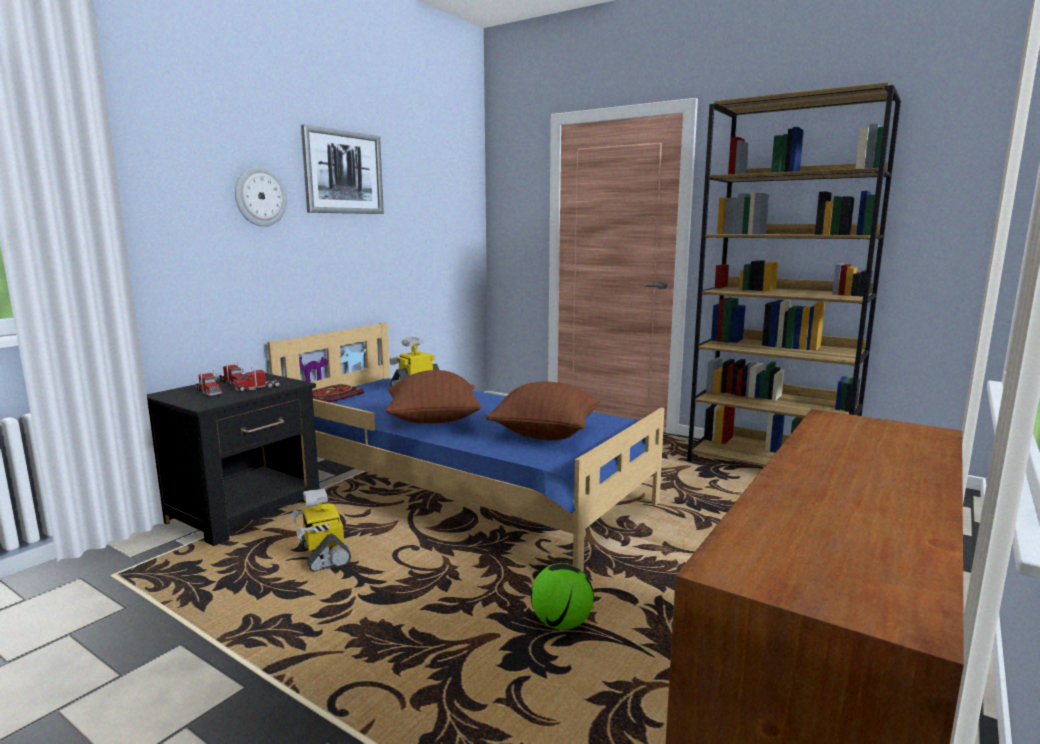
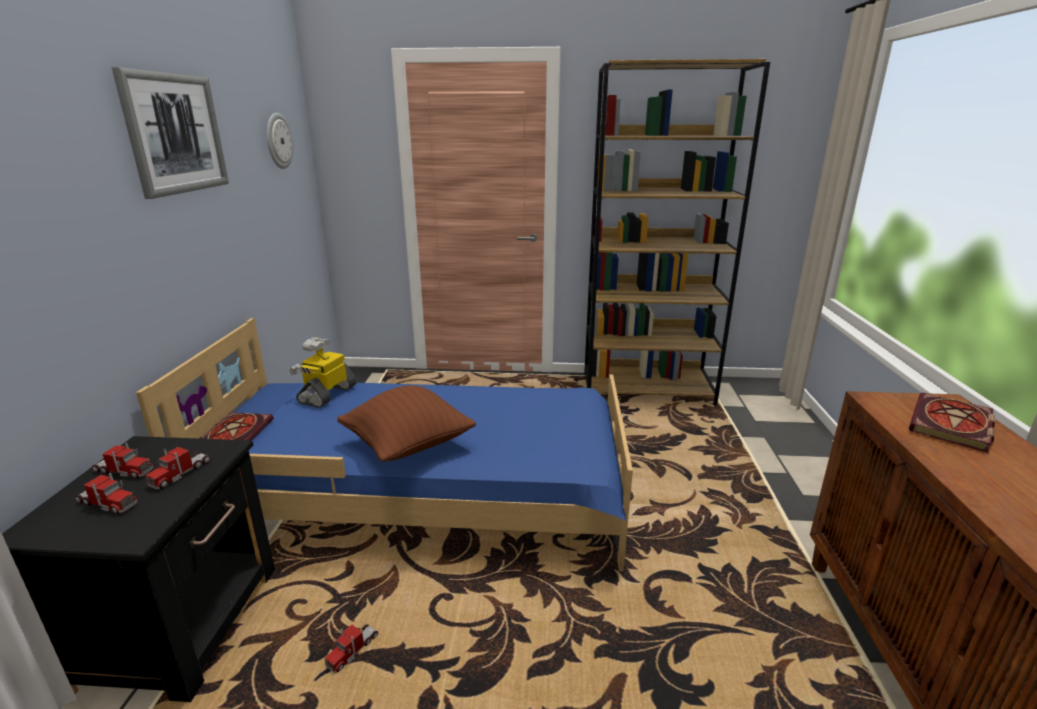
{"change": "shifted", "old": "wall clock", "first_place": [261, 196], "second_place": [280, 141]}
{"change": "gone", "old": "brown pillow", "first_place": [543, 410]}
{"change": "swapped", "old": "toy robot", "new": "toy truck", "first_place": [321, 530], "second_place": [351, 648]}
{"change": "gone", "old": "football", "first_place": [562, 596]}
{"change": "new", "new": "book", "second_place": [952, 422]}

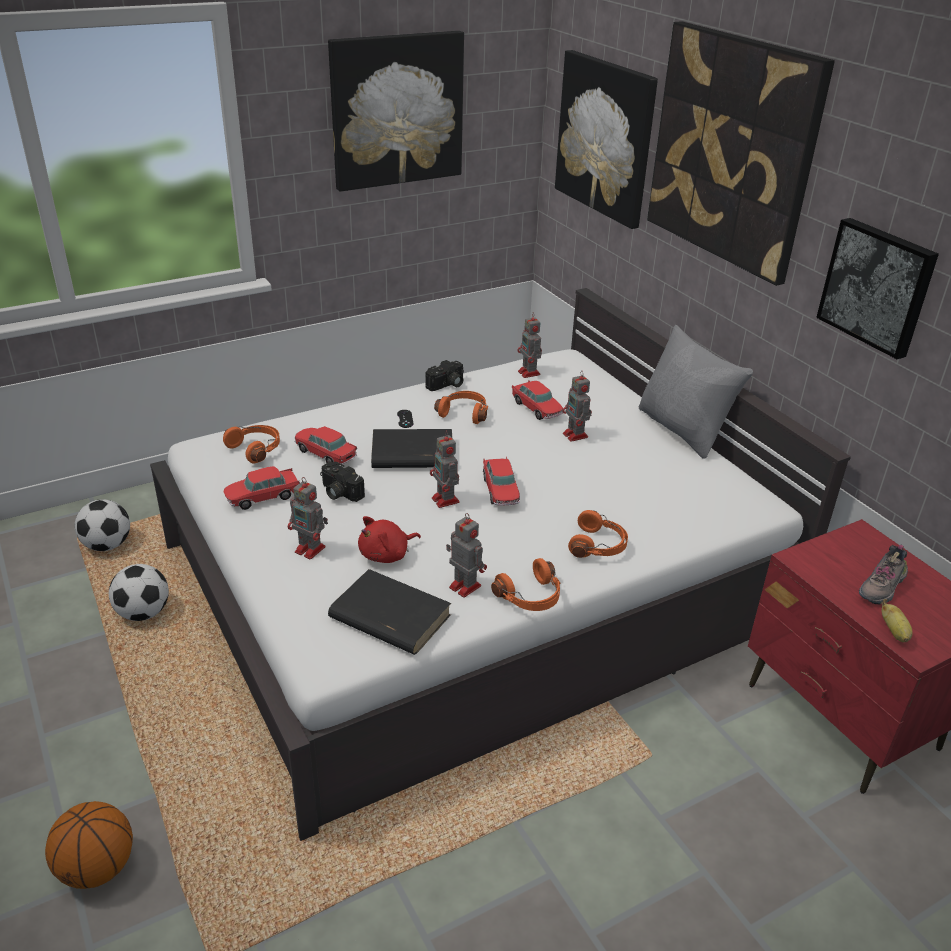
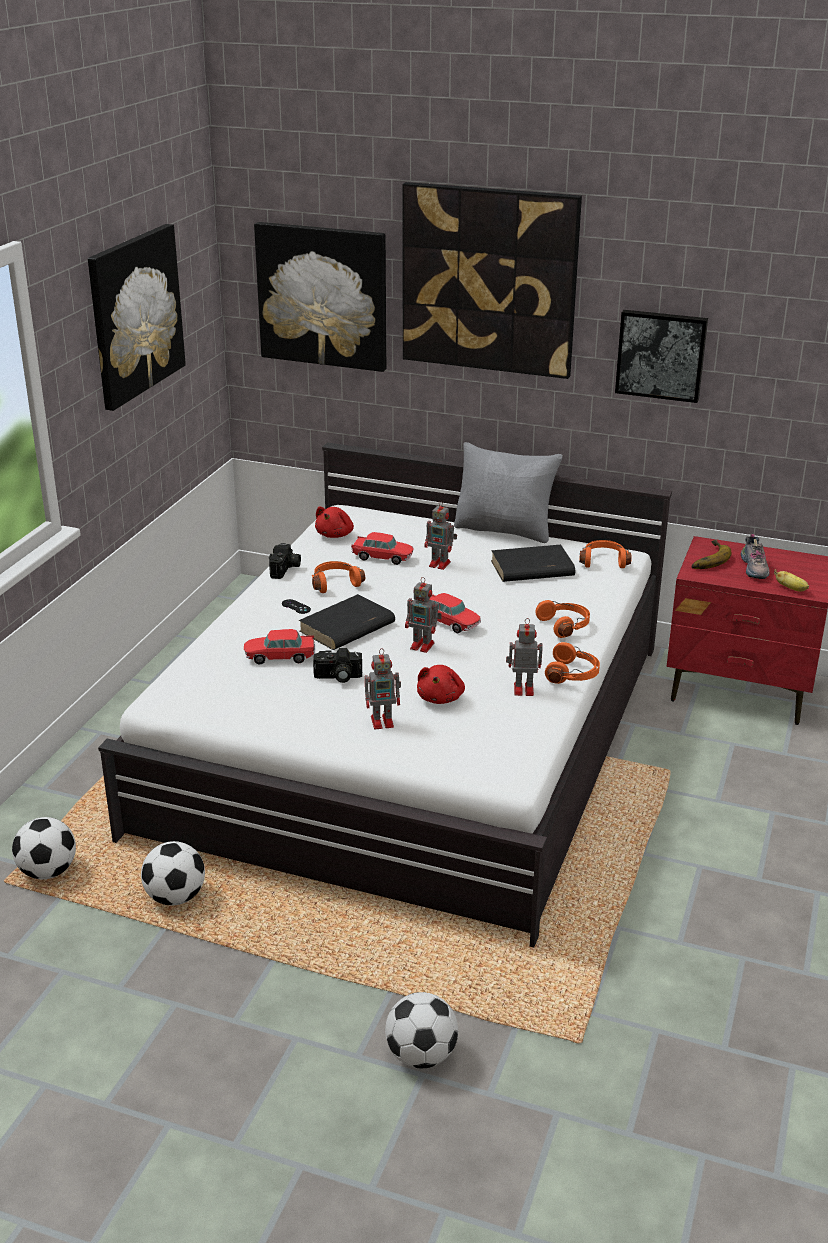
{"change": "swapped", "old": "toy robot", "new": "red plush toy", "first_place": [529, 345], "second_place": [334, 522]}
{"change": "shifted", "old": "orange headphones", "first_place": [251, 444], "second_place": [605, 554]}
{"change": "gone", "old": "toy car", "first_place": [262, 488]}
{"change": "shifted", "old": "black book", "first_place": [389, 612], "second_place": [533, 563]}
{"change": "swapped", "old": "basketball", "new": "football", "first_place": [89, 845], "second_place": [421, 1030]}
{"change": "new", "new": "banana", "second_place": [712, 554]}

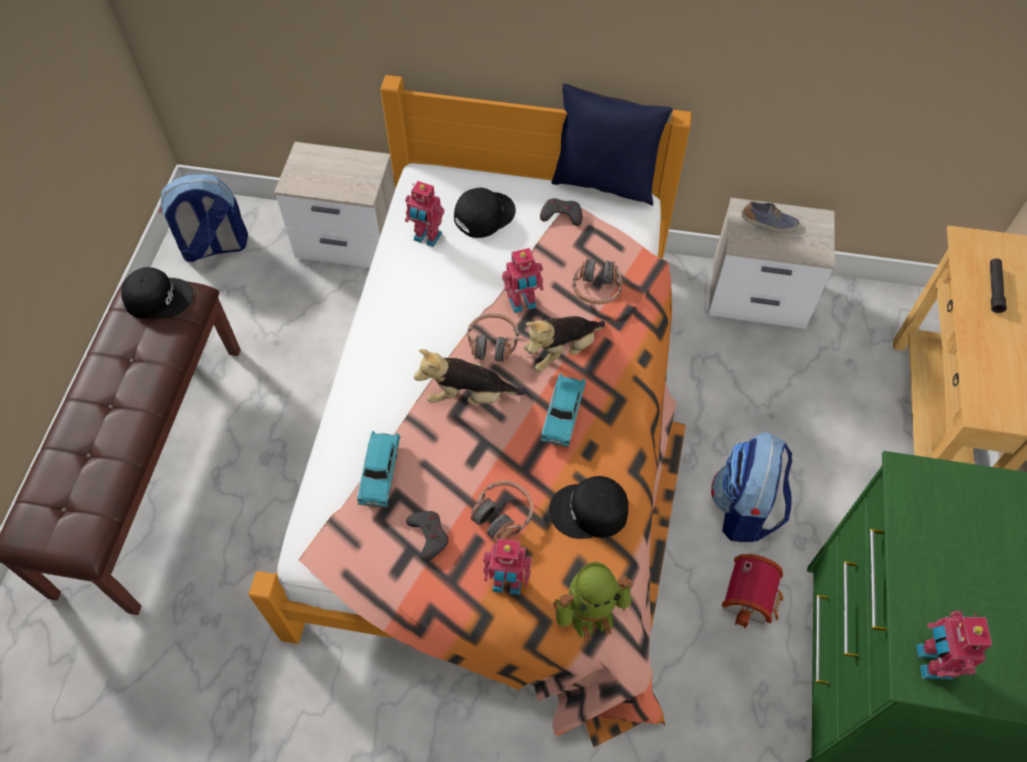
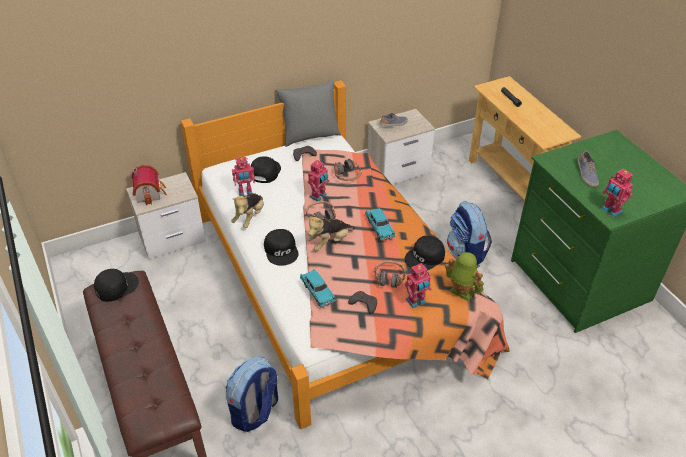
{"change": "repainted", "old": "blue pillow", "new": "grey pillow", "first_place": [612, 144], "second_place": [308, 113]}
{"change": "shifted", "old": "backpack", "first_place": [203, 218], "second_place": [251, 394]}
{"change": "shifted", "old": "plush toy", "first_place": [564, 344], "second_place": [247, 210]}
{"change": "shifted", "old": "toy house", "first_place": [752, 591], "second_place": [149, 185]}
{"change": "rotated", "old": "toy robot", "first_place": [593, 602], "second_place": [464, 276], "degrees": -90}
{"change": "new", "new": "shoe", "second_place": [588, 169]}
{"change": "new", "new": "black cap", "second_place": [281, 247]}

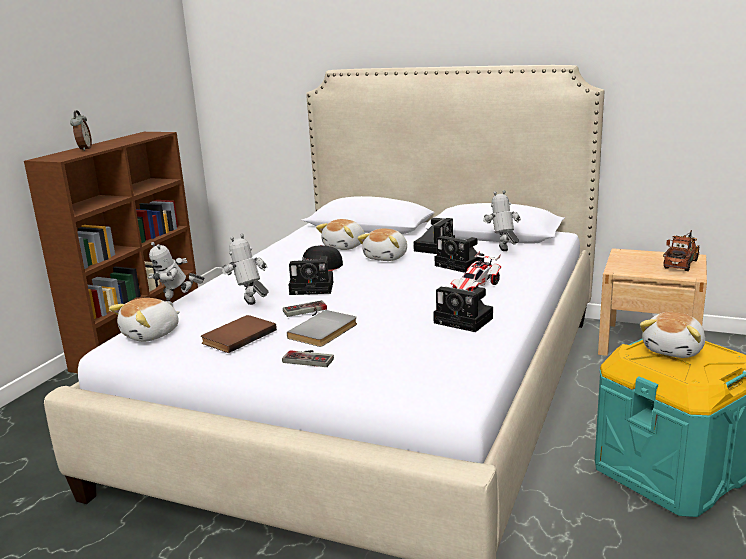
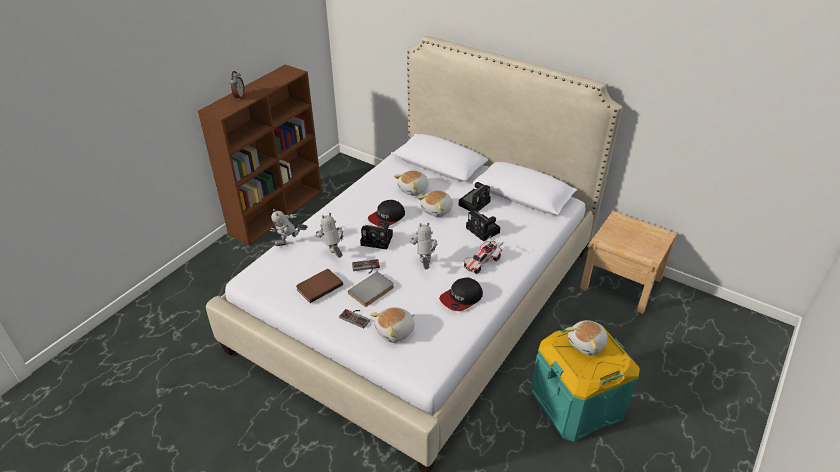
{"change": "shifted", "old": "toy robot", "first_place": [502, 220], "second_place": [424, 246]}
{"change": "gone", "old": "toy truck", "first_place": [681, 250]}
{"change": "swapped", "old": "photo camera", "new": "cap", "first_place": [463, 309], "second_place": [461, 294]}
{"change": "shifted", "old": "plush toy", "first_place": [144, 320], "second_place": [392, 325]}

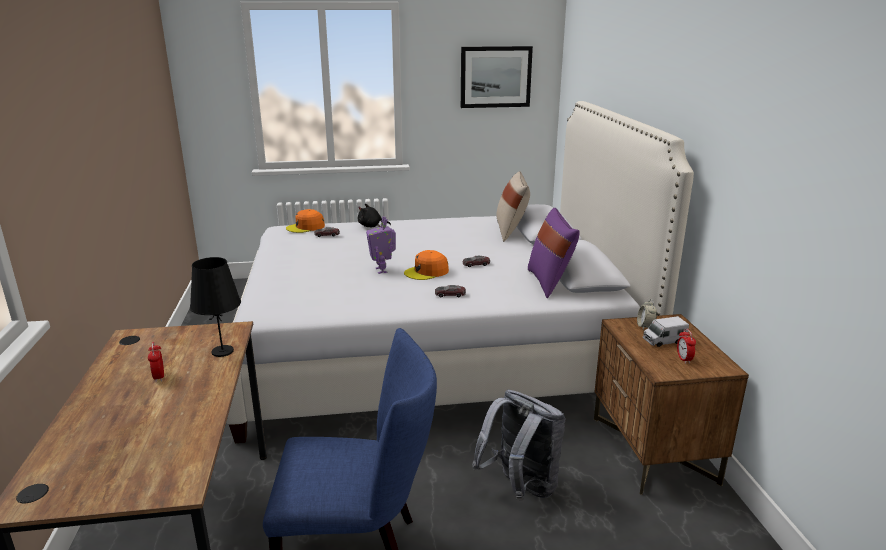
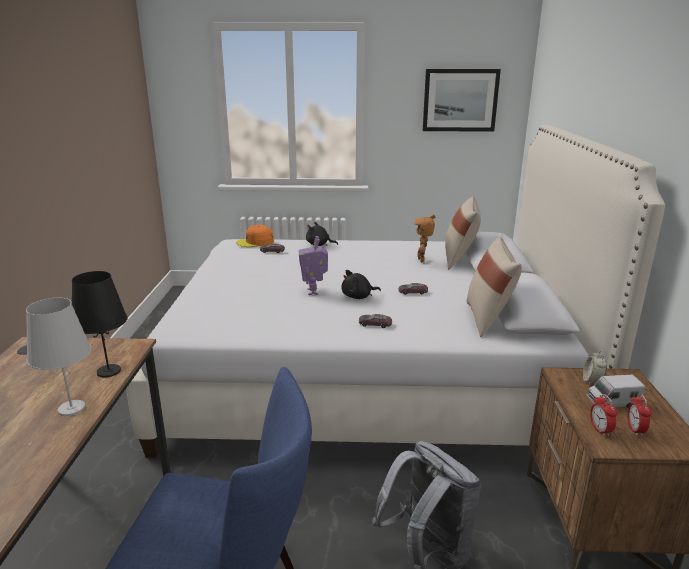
{"change": "repainted", "old": "purple pillow", "new": "beige pillow", "first_place": [554, 252], "second_place": [494, 287]}
{"change": "swapped", "old": "orange cap", "new": "black plush toy", "first_place": [426, 265], "second_place": [361, 284]}
{"change": "shifted", "old": "alarm clock", "first_place": [156, 362], "second_place": [604, 415]}
{"change": "new", "new": "toy robot", "second_place": [425, 238]}
{"change": "new", "new": "white table lamp", "second_place": [59, 357]}

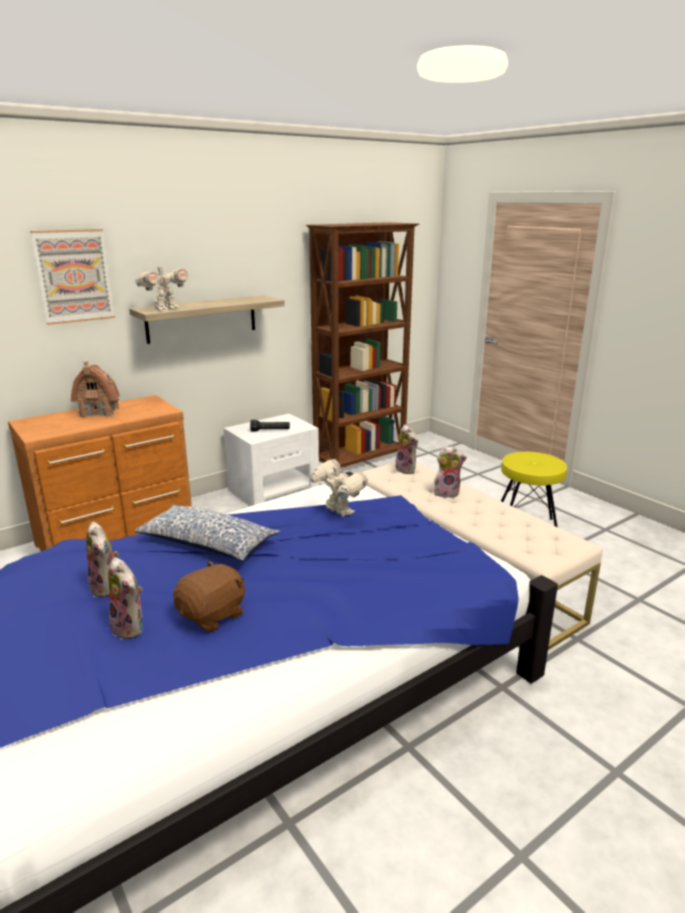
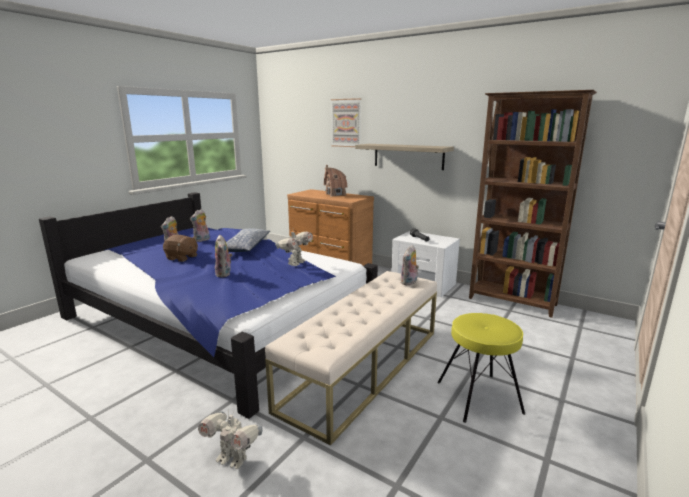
{"change": "shifted", "old": "toy robot", "first_place": [161, 286], "second_place": [230, 439]}
{"change": "shifted", "old": "plush toy", "first_place": [450, 472], "second_place": [223, 256]}

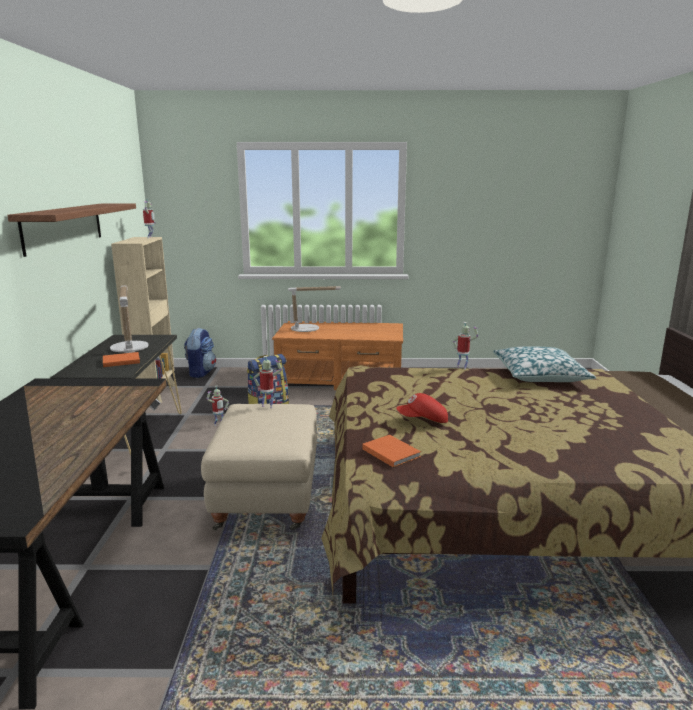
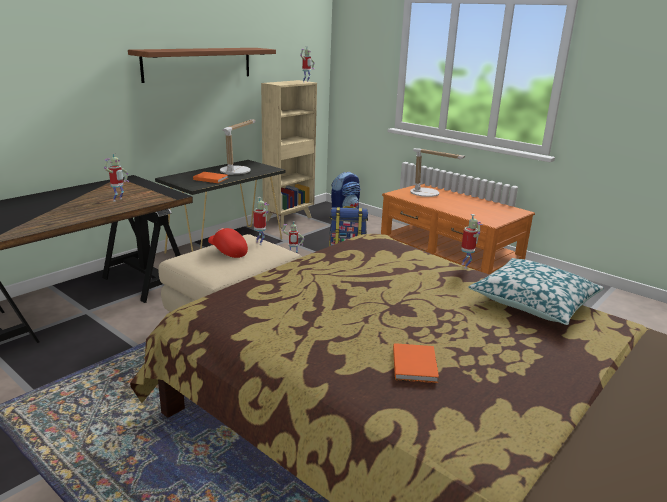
{"change": "shifted", "old": "red cap", "first_place": [422, 408], "second_place": [228, 243]}
{"change": "shifted", "old": "orange book", "first_place": [391, 451], "second_place": [416, 363]}
{"change": "new", "new": "toy robot", "second_place": [116, 177]}

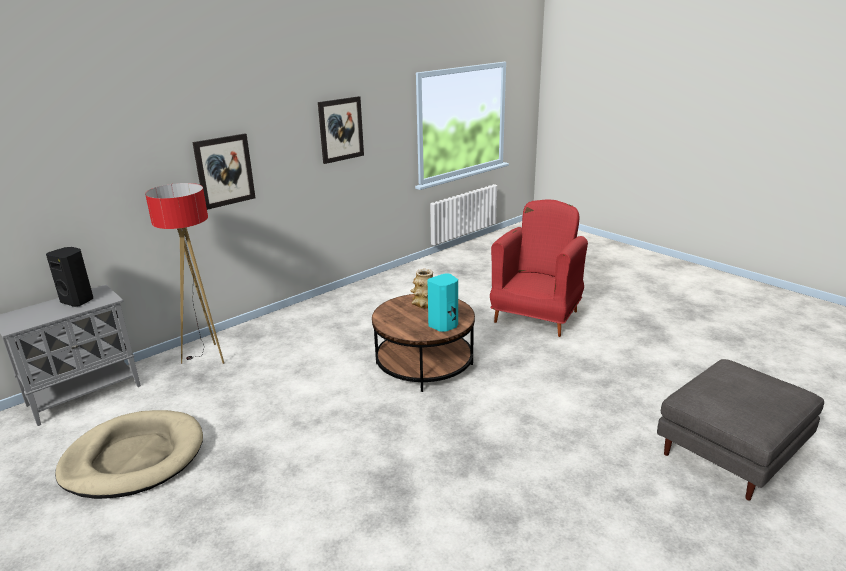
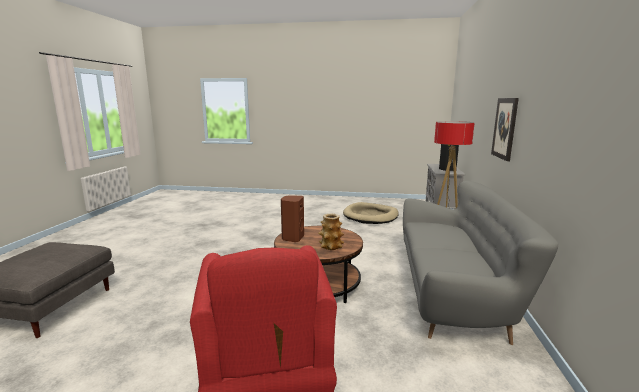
{"change": "gone", "old": "picture", "first_place": [341, 130]}
{"change": "repainted", "old": "turquoise speaker", "new": "brown speaker", "first_place": [443, 302], "second_place": [292, 218]}
{"change": "new", "new": "grey sofa", "second_place": [480, 263]}

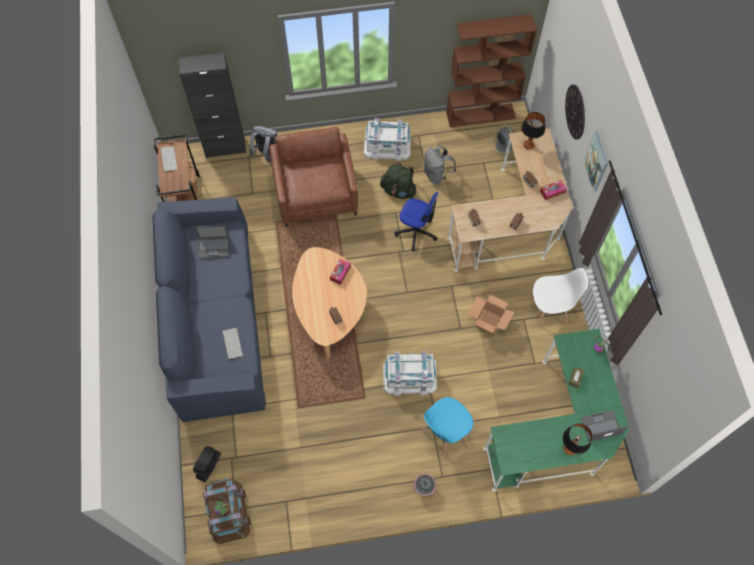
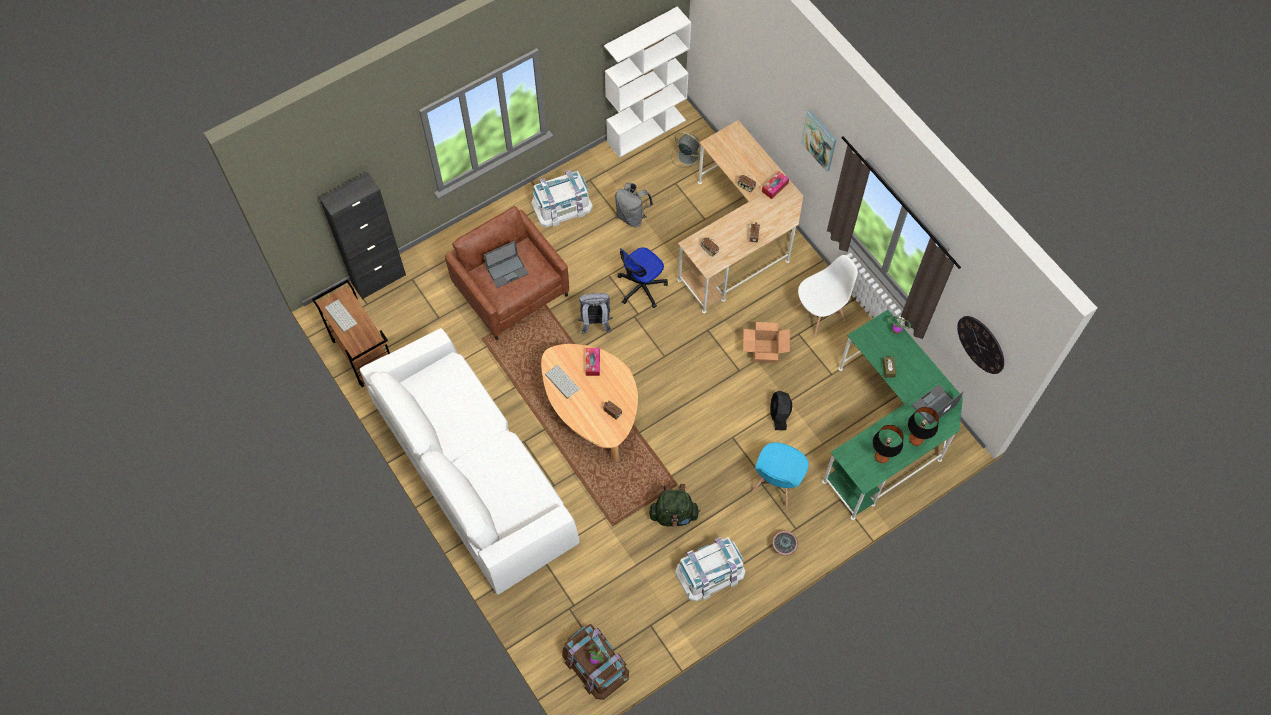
{"change": "repainted", "old": "brown bookcase", "new": "white bookcase", "first_place": [491, 70], "second_place": [647, 82]}
{"change": "shifted", "old": "wall clock", "first_place": [575, 111], "second_place": [980, 345]}
{"change": "shifted", "old": "table lamp", "first_place": [533, 131], "second_place": [888, 444]}
{"change": "shifted", "old": "grey backpack", "first_place": [263, 144], "second_place": [595, 313]}
{"change": "shifted", "old": "green backpack", "first_place": [398, 180], "second_place": [674, 505]}
{"change": "rotated", "old": "office chair", "first_place": [416, 221], "second_place": [642, 277], "degrees": 135}
{"change": "repainted", "old": "blue sofa", "new": "white sofa", "first_place": [209, 309], "second_place": [469, 461]}
{"change": "shifted", "old": "laptop", "first_place": [212, 241], "second_place": [506, 264]}
{"change": "shifted", "old": "keyboard", "first_place": [232, 344], "second_place": [562, 382]}
{"change": "shifted", "old": "white storage box", "first_place": [410, 373], "second_place": [710, 569]}
{"change": "shifted", "old": "black fan", "first_place": [207, 464], "second_place": [781, 410]}

